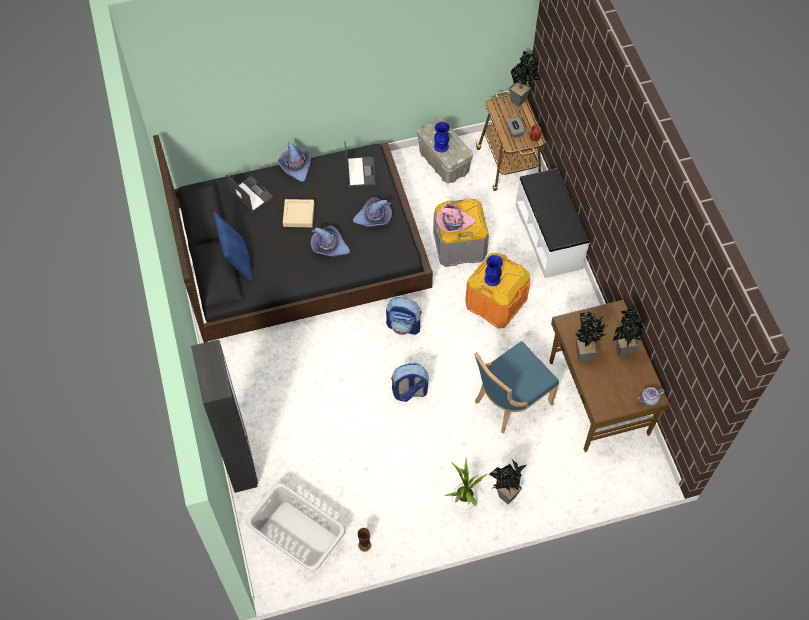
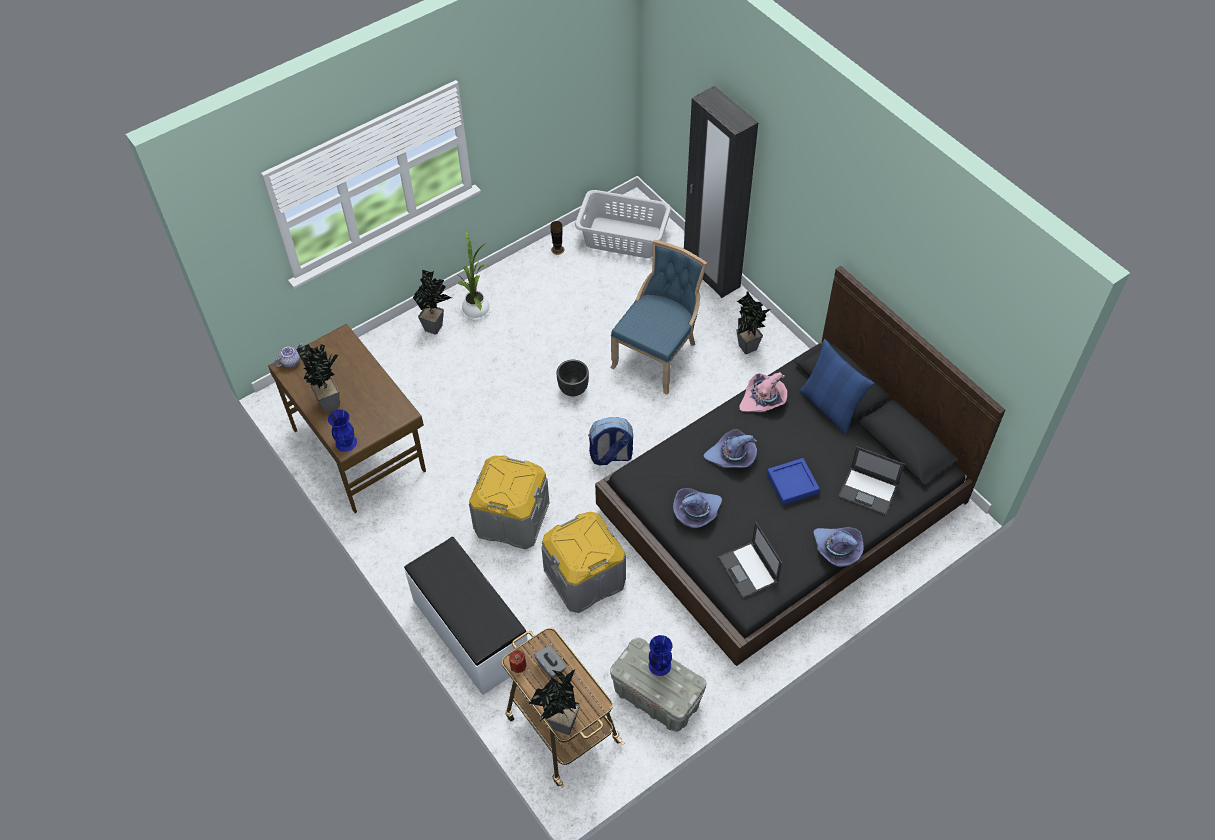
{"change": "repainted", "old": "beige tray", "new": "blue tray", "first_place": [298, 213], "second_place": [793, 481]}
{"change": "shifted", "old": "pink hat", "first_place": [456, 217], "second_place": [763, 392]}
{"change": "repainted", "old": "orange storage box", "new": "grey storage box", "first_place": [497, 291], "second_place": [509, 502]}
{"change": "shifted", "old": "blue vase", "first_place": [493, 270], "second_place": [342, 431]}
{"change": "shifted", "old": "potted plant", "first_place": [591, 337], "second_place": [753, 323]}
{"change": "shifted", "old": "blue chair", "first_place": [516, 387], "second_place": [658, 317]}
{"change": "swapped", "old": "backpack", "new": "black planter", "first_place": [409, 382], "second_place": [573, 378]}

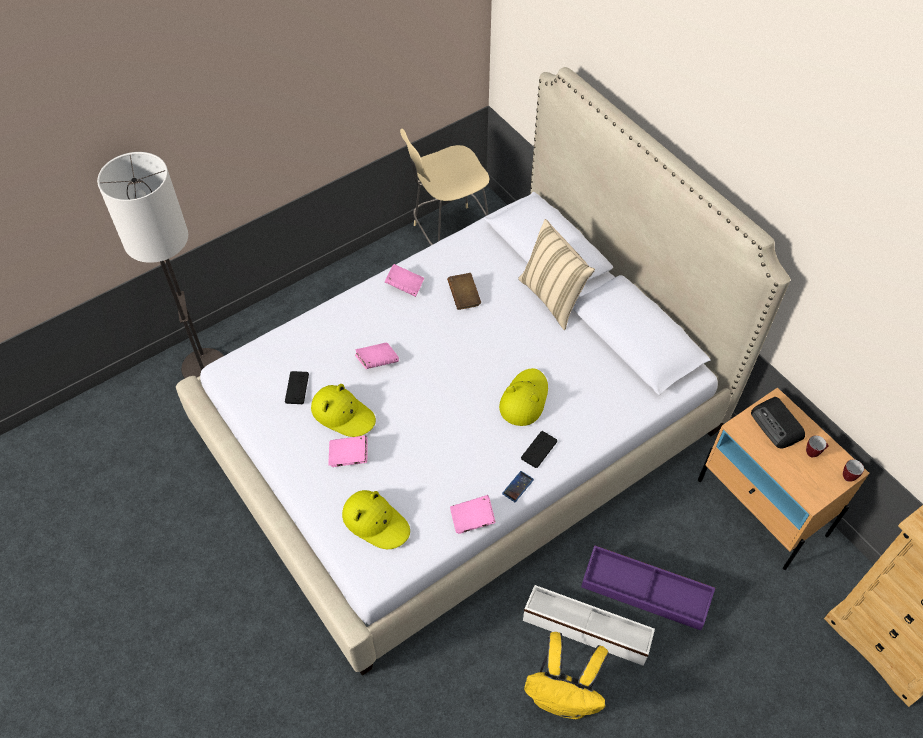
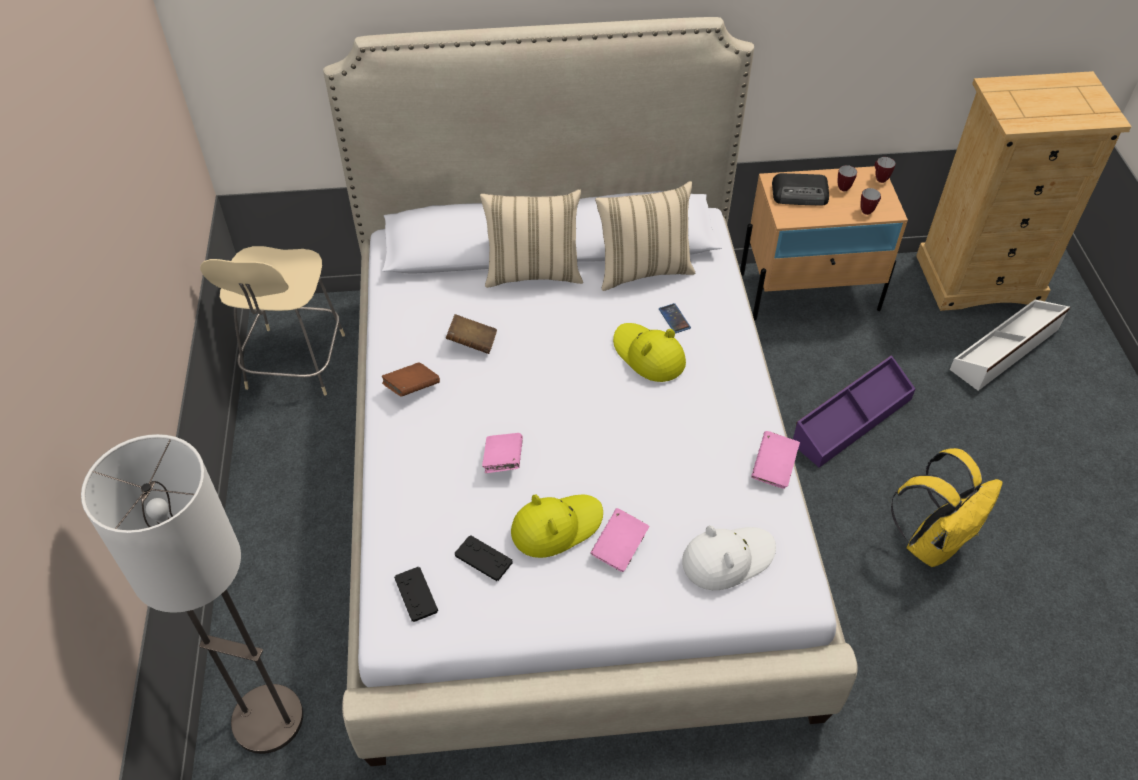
{"change": "repainted", "old": "pink book", "new": "brown book", "first_place": [404, 280], "second_place": [411, 379]}
{"change": "shifted", "old": "black game controller", "first_place": [539, 449], "second_place": [416, 594]}
{"change": "shifted", "old": "phone", "first_place": [518, 486], "second_place": [675, 318]}
{"change": "repainted", "old": "yellow hat", "new": "white hat", "first_place": [376, 519], "second_place": [729, 558]}
{"change": "shifted", "old": "white storage box", "first_place": [589, 625], "second_place": [1010, 345]}
{"change": "new", "new": "beige pillow", "second_place": [645, 236]}
{"change": "new", "new": "mug", "second_place": [870, 201]}

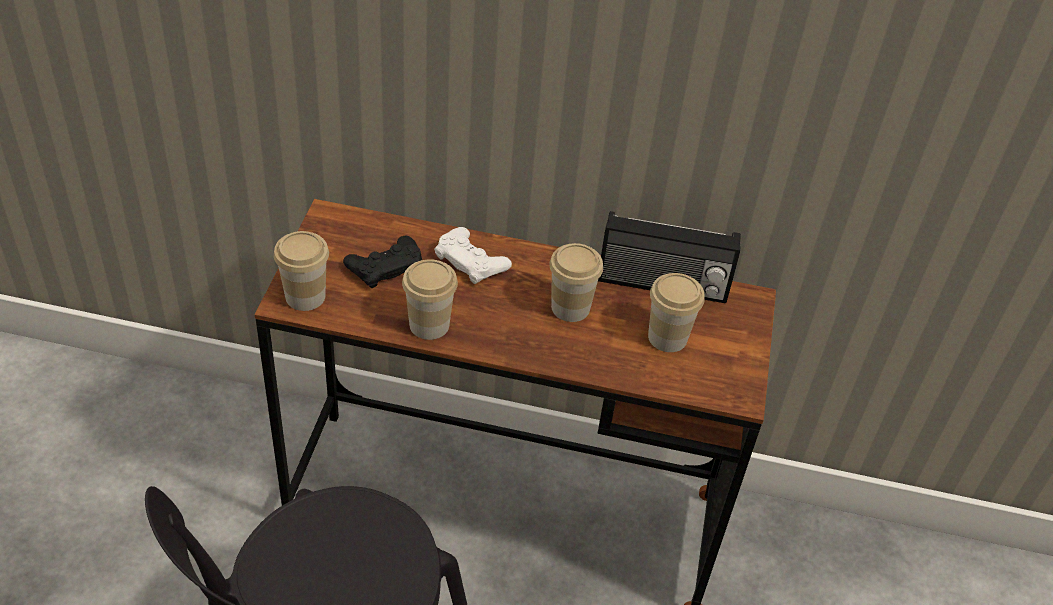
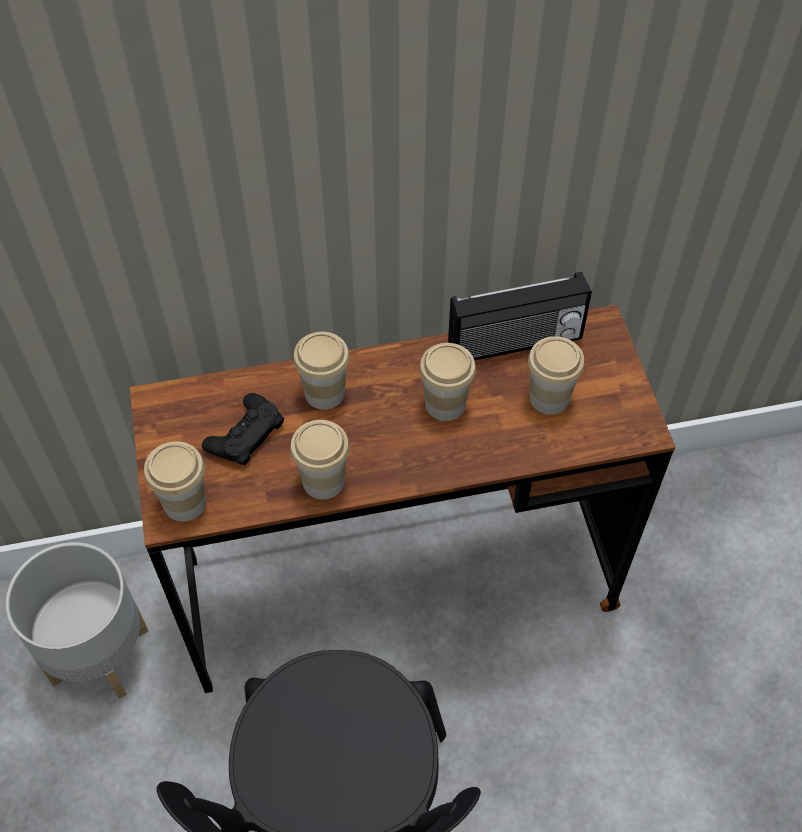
{"change": "swapped", "old": "white game controller", "new": "cup", "first_place": [473, 255], "second_place": [321, 371]}
{"change": "new", "new": "grey planter", "second_place": [77, 620]}

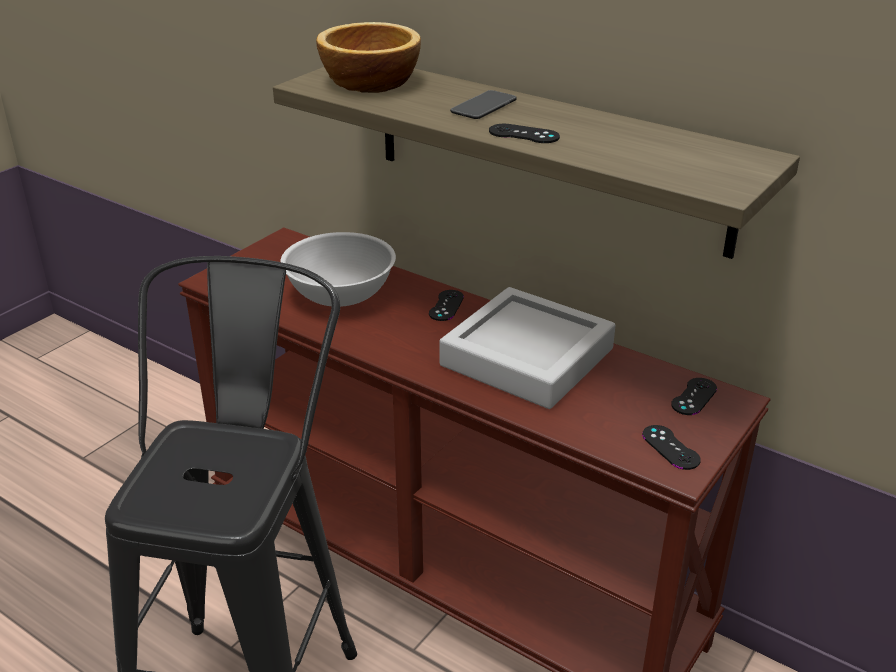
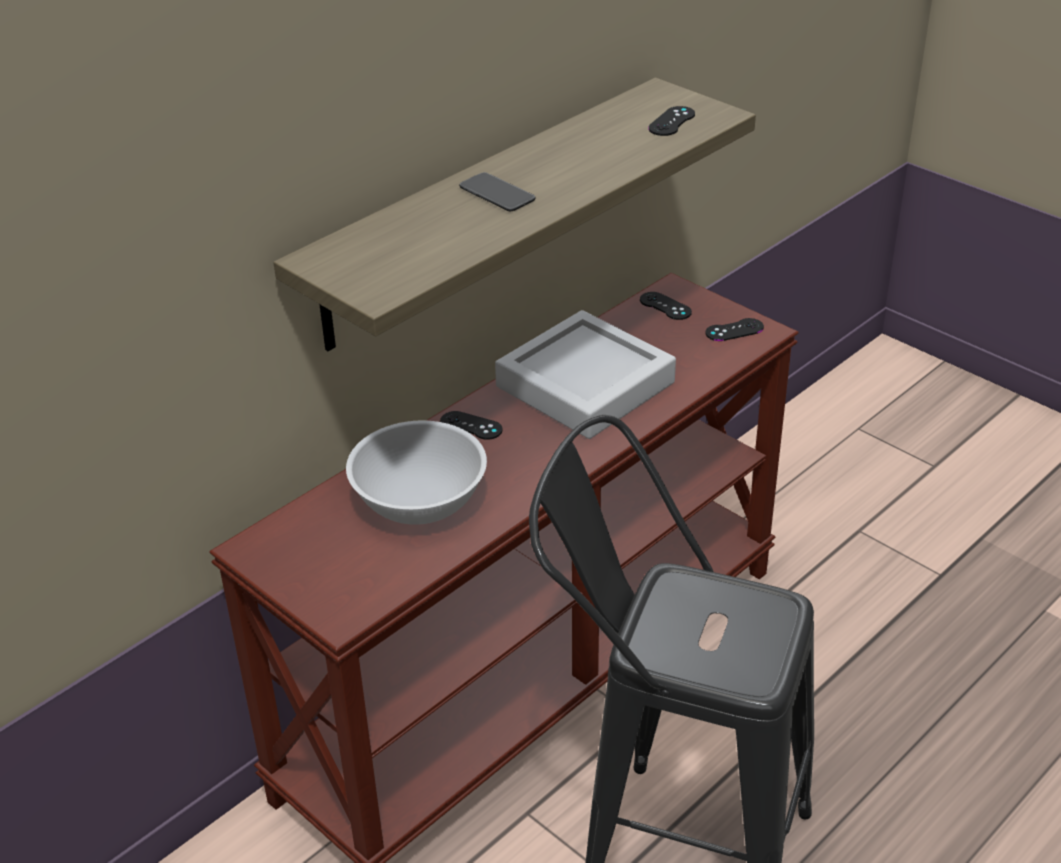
{"change": "gone", "old": "bowl", "first_place": [368, 57]}
{"change": "shifted", "old": "black game controller", "first_place": [524, 133], "second_place": [671, 121]}

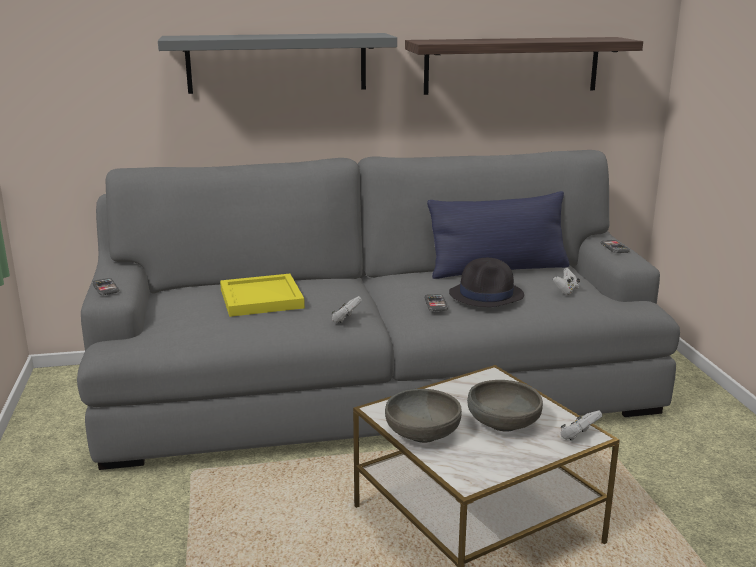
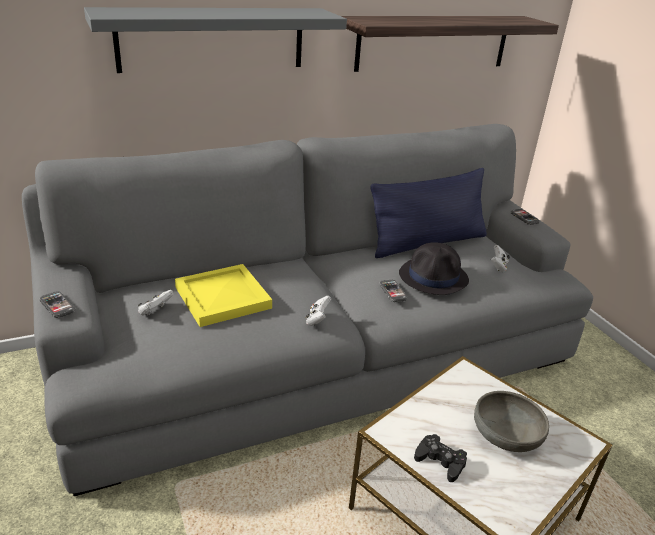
{"change": "swapped", "old": "grey bowl", "new": "black game controller", "first_place": [423, 416], "second_place": [440, 458]}
{"change": "shifted", "old": "white game controller", "first_place": [581, 426], "second_place": [156, 303]}

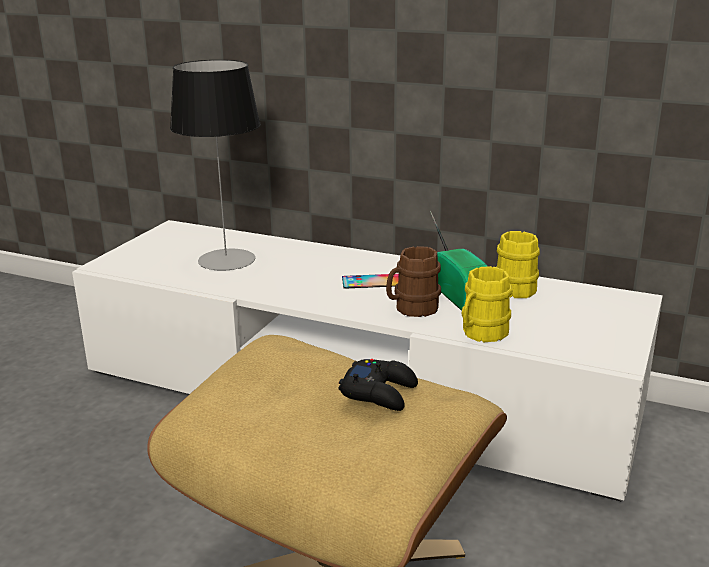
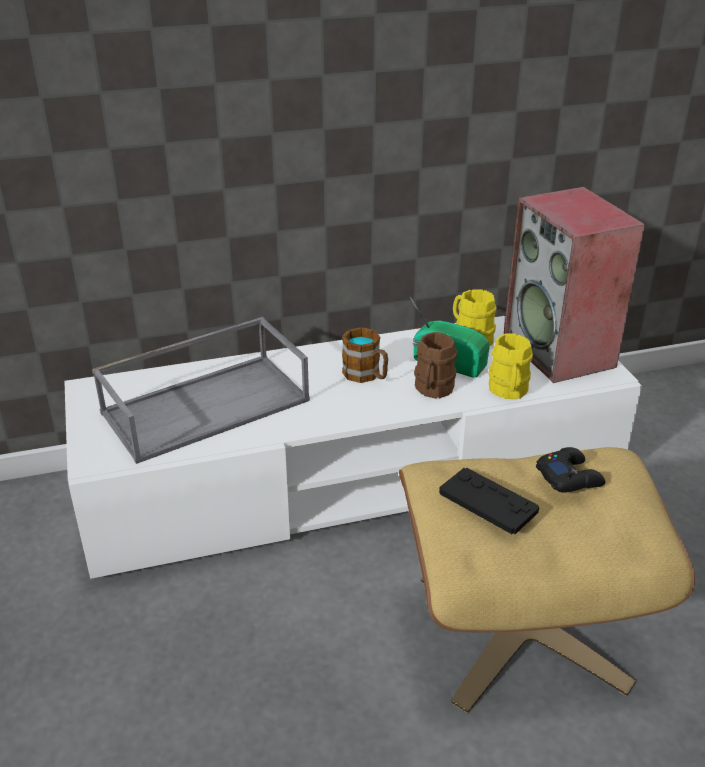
{"change": "swapped", "old": "table lamp", "new": "grey tray", "first_place": [215, 165], "second_place": [201, 390]}
{"change": "swapped", "old": "phone", "new": "mug", "first_place": [370, 281], "second_place": [365, 355]}
{"change": "new", "new": "speaker", "second_place": [574, 285]}
{"change": "new", "new": "black game controller", "second_place": [489, 501]}

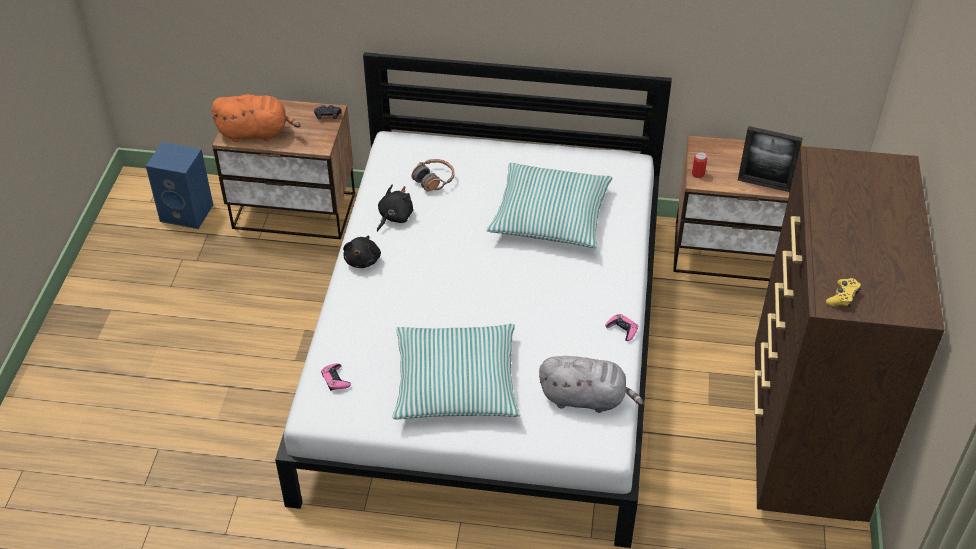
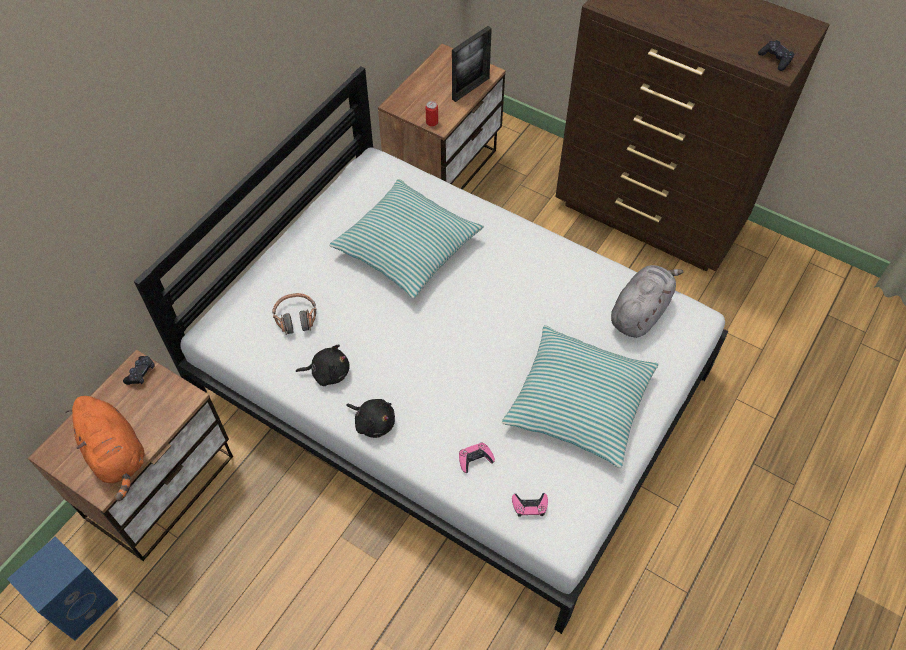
{"change": "rotated", "old": "orange plush toy", "first_place": [256, 118], "second_place": [105, 448], "degrees": 120}
{"change": "rotated", "old": "black plush toy", "first_place": [395, 208], "second_place": [323, 365], "degrees": 120}
{"change": "repainted", "old": "yellow game controller", "new": "black game controller", "first_place": [843, 292], "second_place": [776, 55]}
{"change": "shifted", "old": "pink game controller", "first_place": [621, 327], "second_place": [477, 457]}

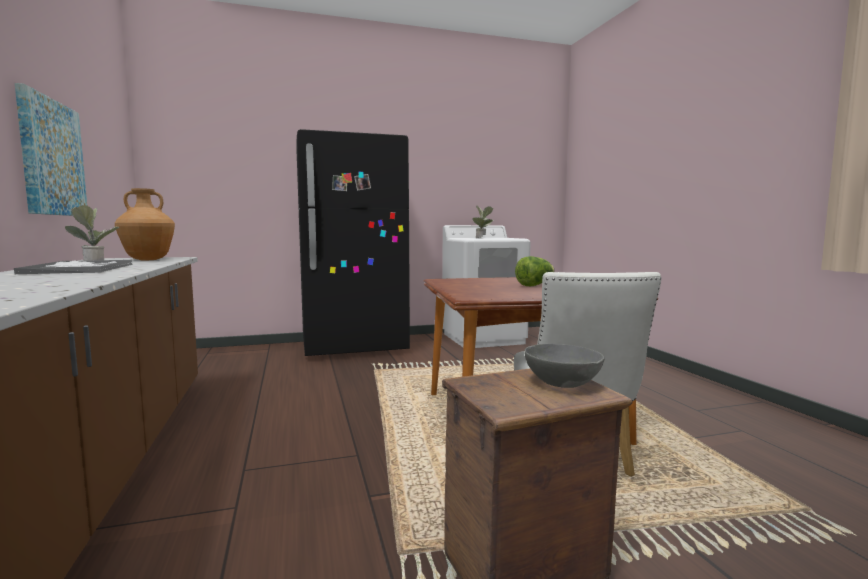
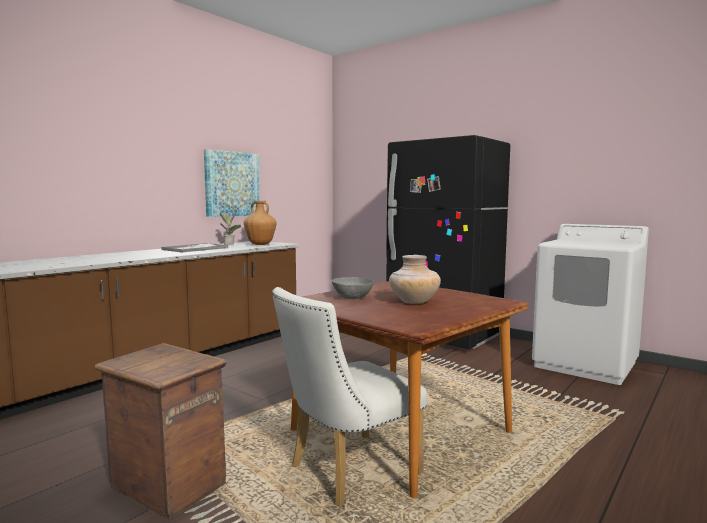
{"change": "gone", "old": "potted plant", "first_place": [482, 222]}
{"change": "swapped", "old": "lettuce", "new": "beige vase", "first_place": [534, 271], "second_place": [415, 279]}
{"change": "shifted", "old": "grey bowl", "first_place": [564, 366], "second_place": [353, 288]}

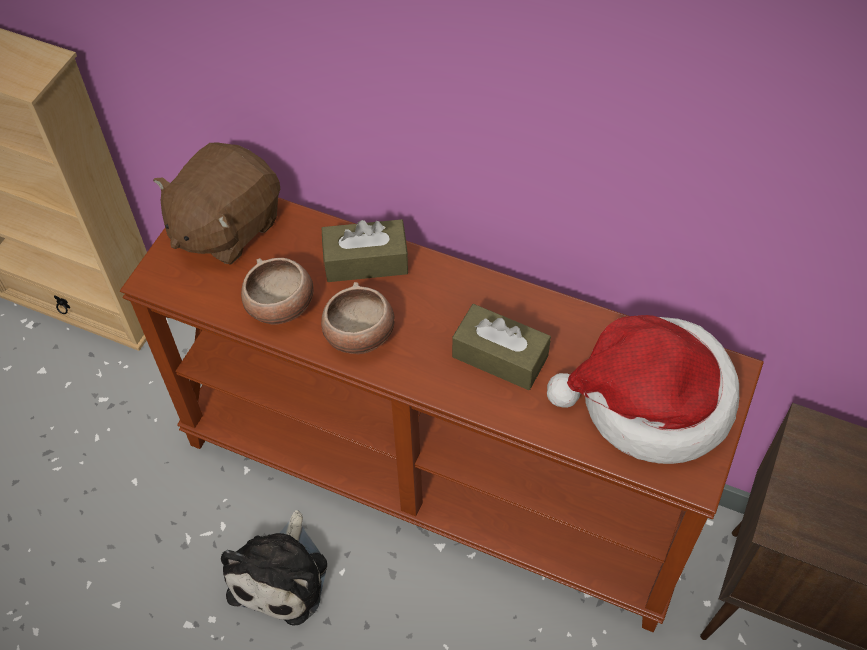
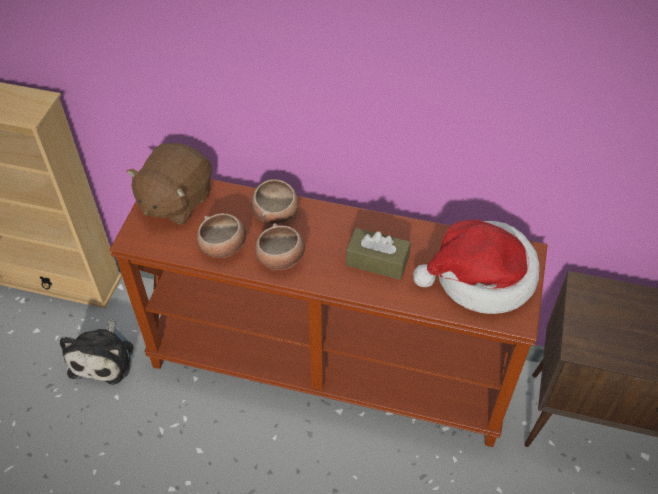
{"change": "swapped", "old": "brown tissue box", "new": "bowl", "first_place": [365, 250], "second_place": [275, 201]}
{"change": "shifted", "old": "plush toy", "first_place": [274, 568], "second_place": [97, 352]}

